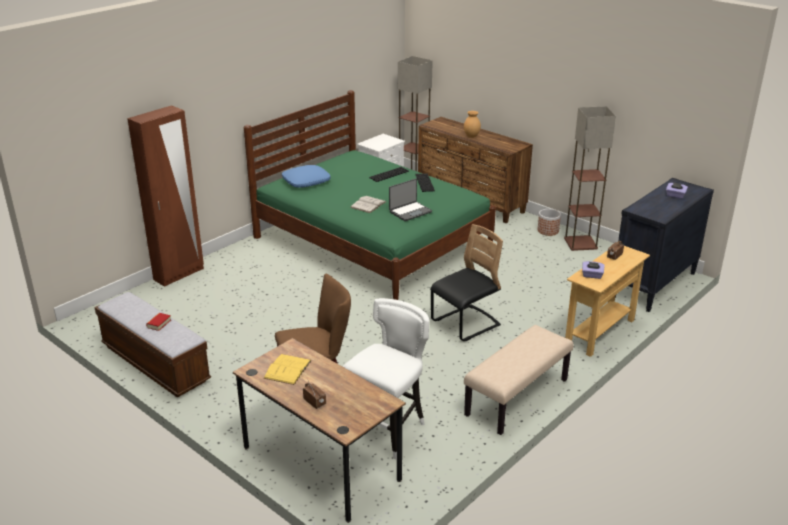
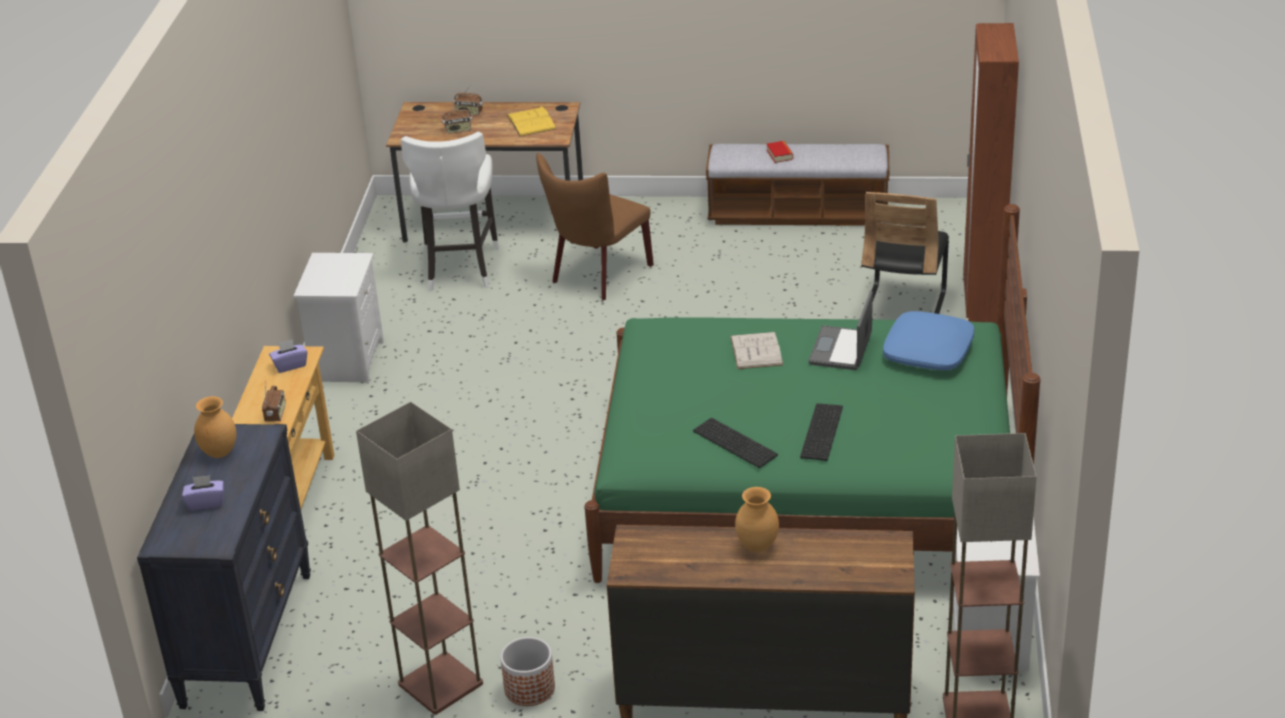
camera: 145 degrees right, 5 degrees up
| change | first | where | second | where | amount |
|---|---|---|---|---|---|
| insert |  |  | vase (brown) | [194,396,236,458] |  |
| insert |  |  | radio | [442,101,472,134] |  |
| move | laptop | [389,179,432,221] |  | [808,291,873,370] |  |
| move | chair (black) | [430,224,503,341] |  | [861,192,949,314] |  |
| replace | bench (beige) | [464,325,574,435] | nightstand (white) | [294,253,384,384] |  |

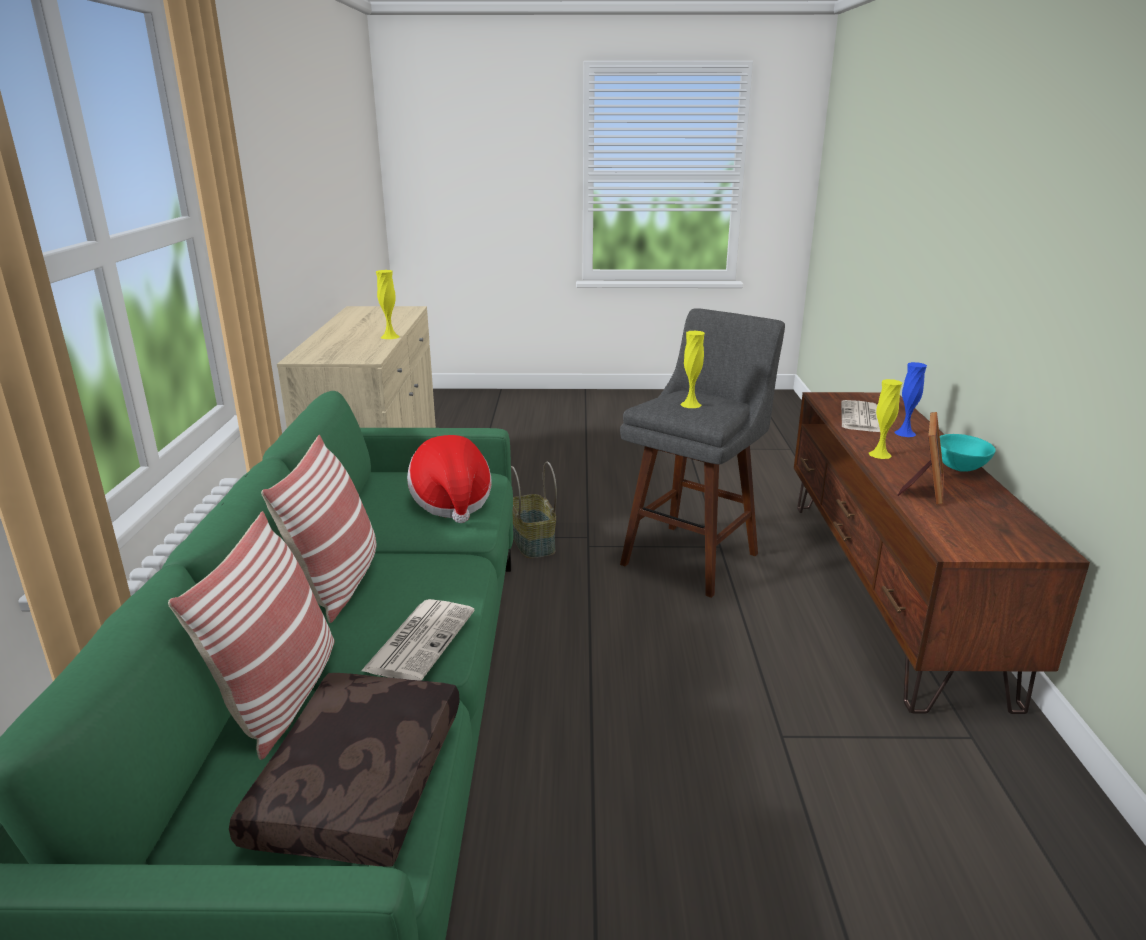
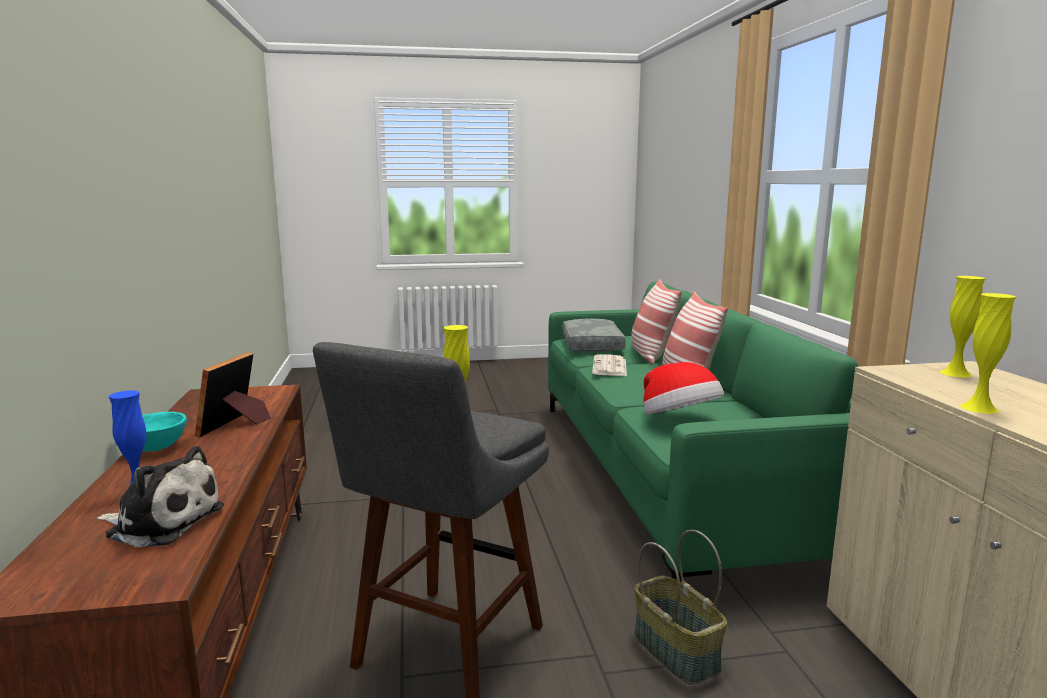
camera: 170 degrees right, 10 degrees down
| change | first | where | second | where | amount |
|---|---|---|---|---|---|
| move | vase (yellow) | [869,379,902,459] |  | [940,276,986,378] |  |
| replace | newspaper | [841,400,880,432] | plush toy | [97,446,224,547] |  |
| recolor | pillow (brown) | [229,673,460,867] | pillow (grey) | [562,319,626,352] |  |

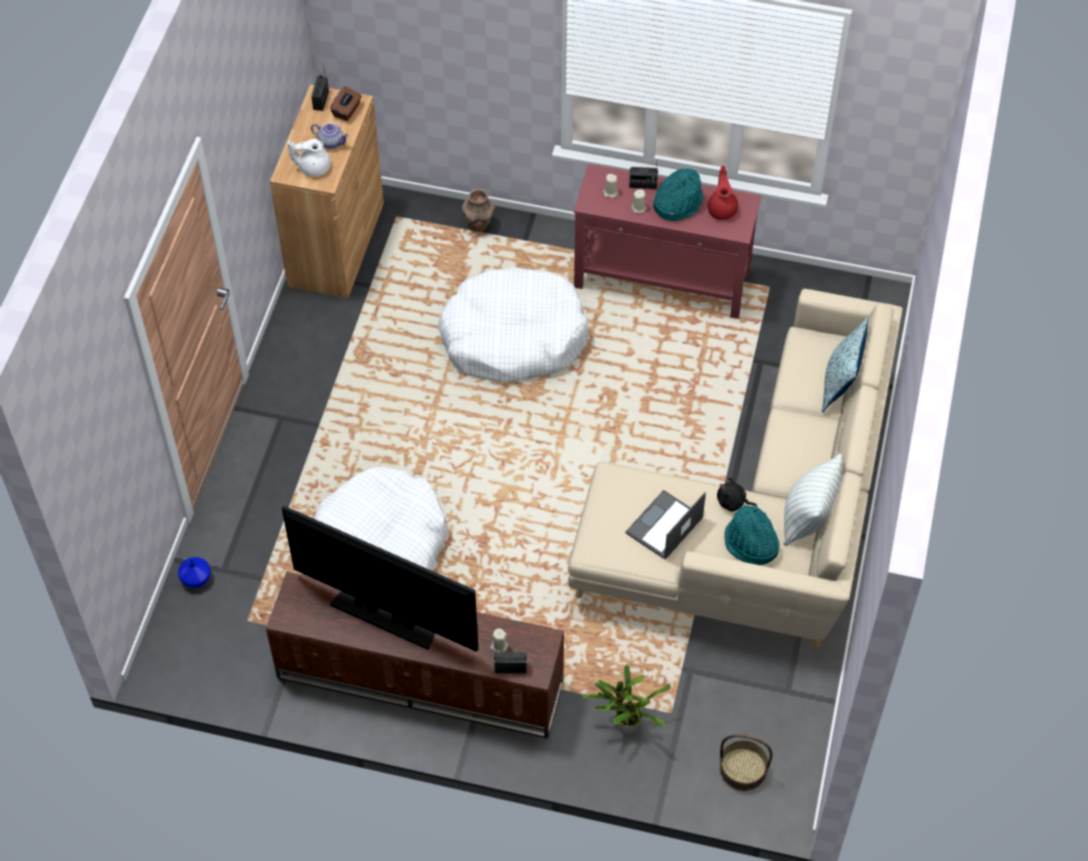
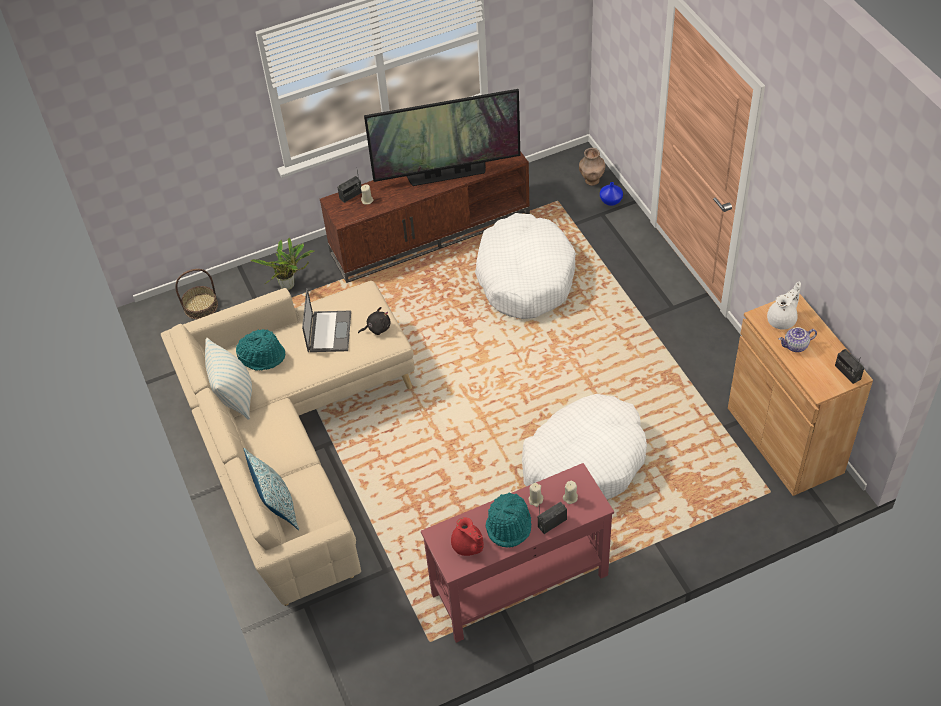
camera: 145 degrees right, 5 degrees down
| change | first | where | second | where | amount |
|---|---|---|---|---|---|
| delete | tissue box (brown) | [330,86,362,121] |  |  |  |
| move | vase (brown) | [462,189,495,232] |  | [579,148,605,186] |  |
| move | plush toy (black) | [717,478,757,511] |  | [358,307,391,335] |  |

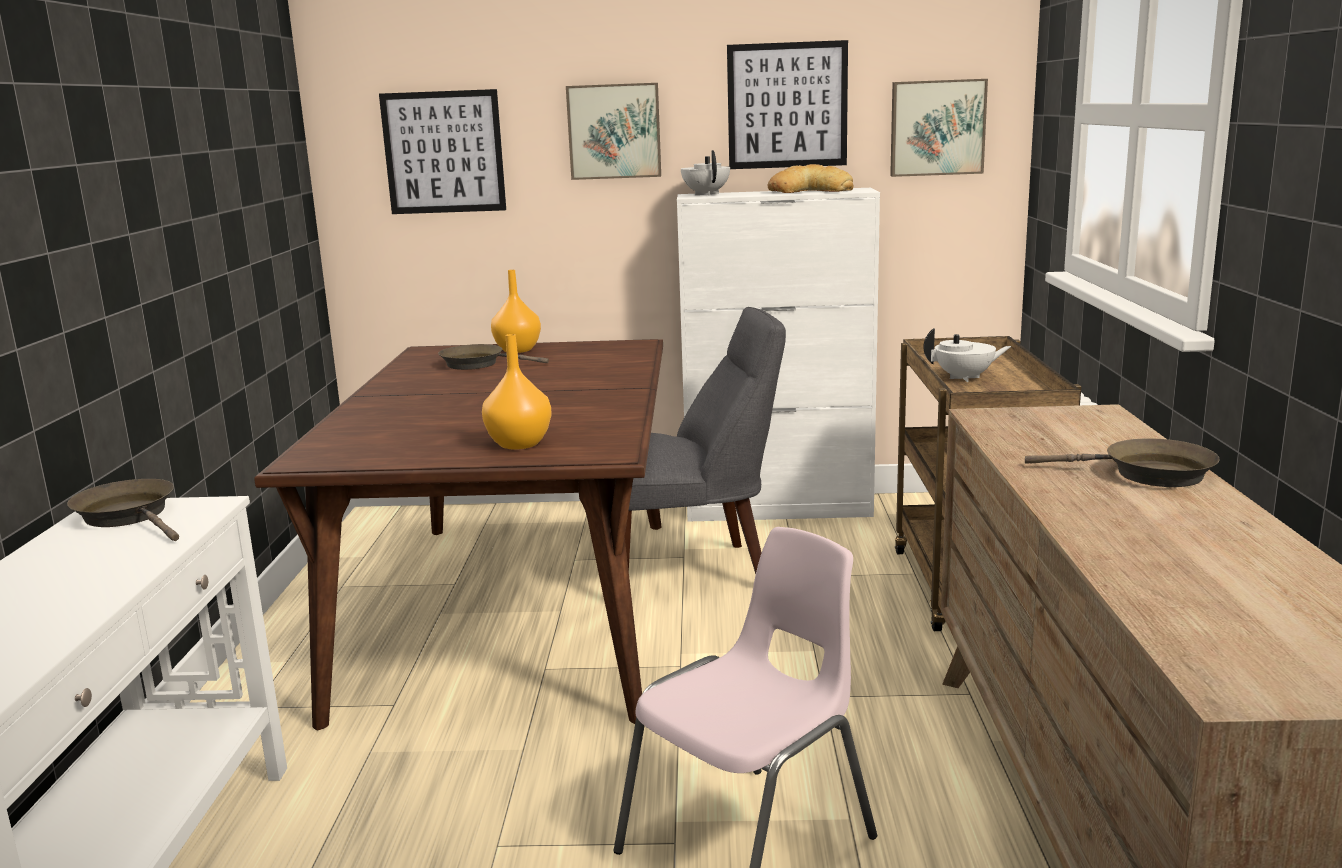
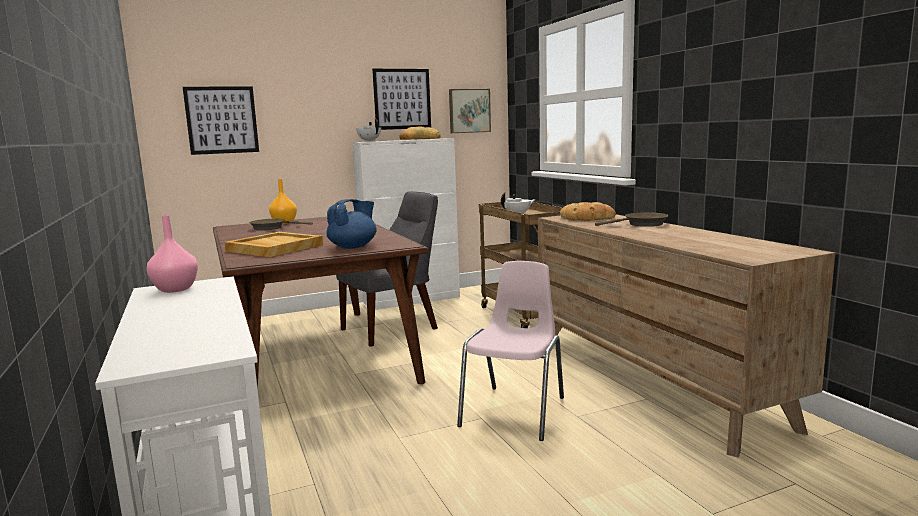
camera: 25 degrees left, 5 degrees down
| change | first | where | second | where | amount |
|---|---|---|---|---|---|
| delete | picture | [566,83,661,180] |  |  |  |
| insert |  |  | tray (beige) | [225,232,323,257] |  |
| insert |  |  | bread | [560,202,616,221] |  |
| replace | frying pan (brown) | [67,479,179,541] | vase (pink) | [147,215,198,293] |  |
| replace | vase (orange) | [482,334,552,450] | teapot (blue) | [326,199,377,249] |  |

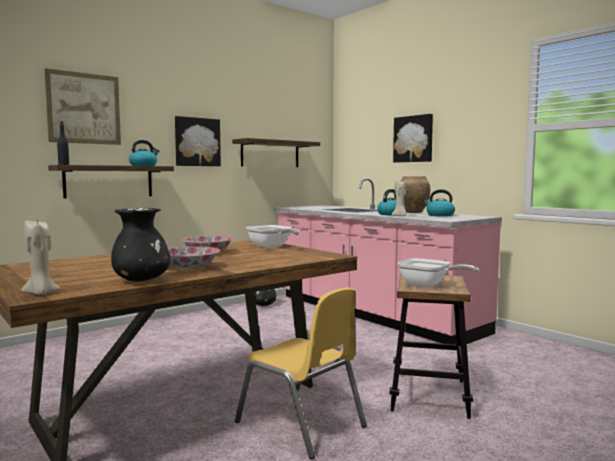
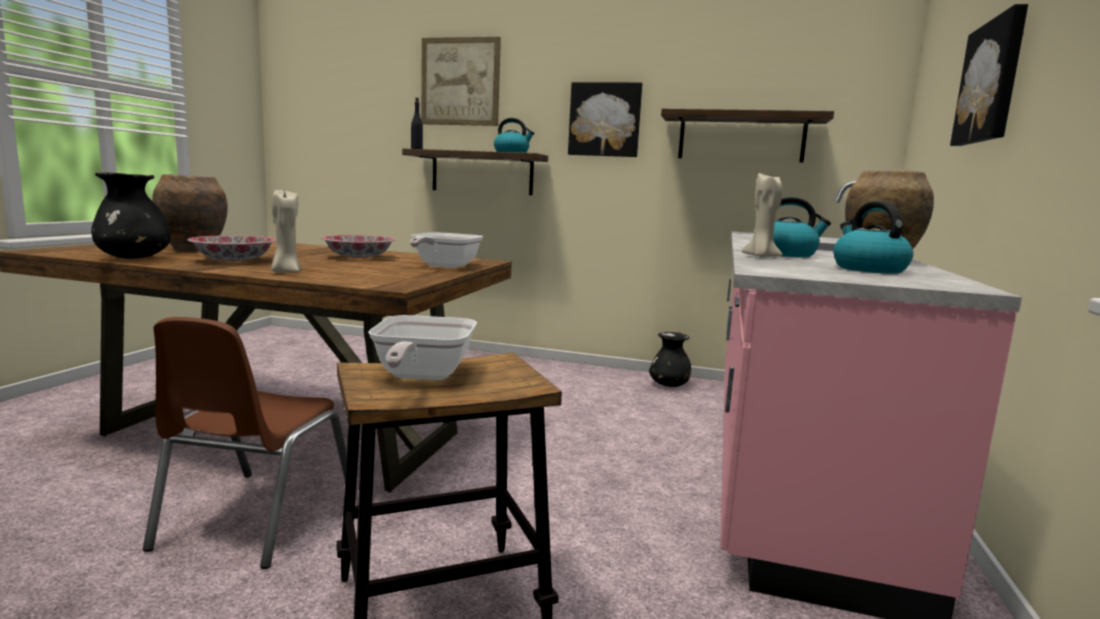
camera: 55 degrees right, 5 degrees up
| change | first | where | second | where | amount |
|---|---|---|---|---|---|
| insert |  |  | vase (brown) | [152,174,228,251] |  |
| move | candle (beige) | [21,221,61,295] |  | [271,188,302,273] |  |
| recolor | chair (yellow) | [235,287,367,459] | chair (brown) | [143,317,347,569] |  |

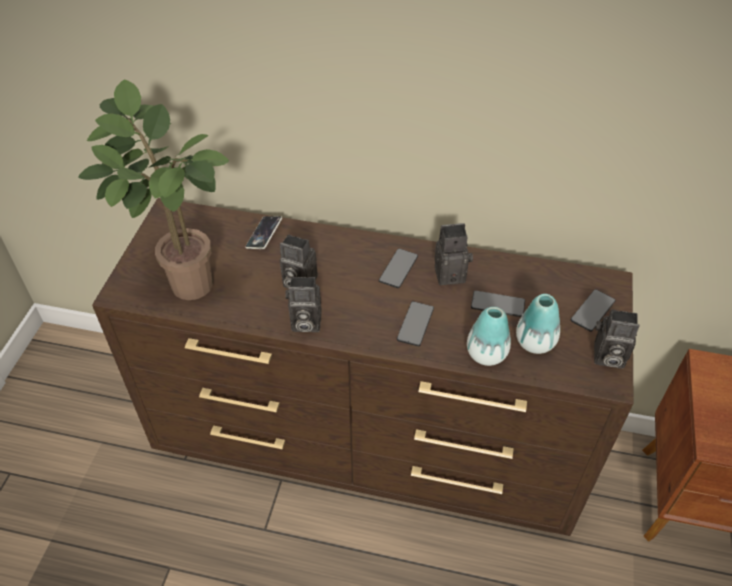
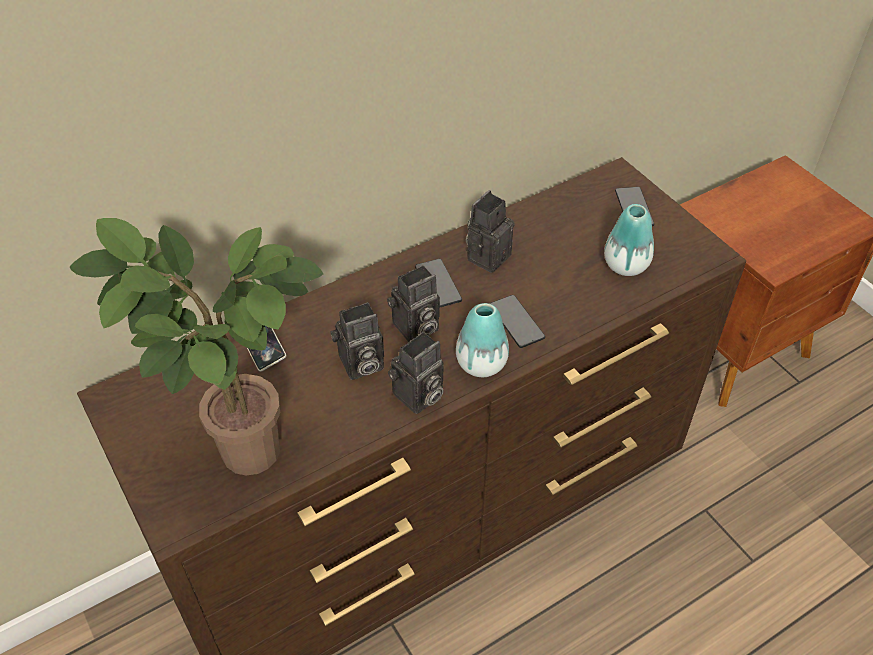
camera: 45 degrees left, 0 degrees up
| change | first | where | second | where | amount |
|---|---|---|---|---|---|
| delete | phone | [471,291,525,317] |  |  |  |
| move | vase | [467,307,511,366] |  | [456,303,509,377] |  |
| move | photo camera | [594,309,640,369] |  | [387,265,440,342] |  |

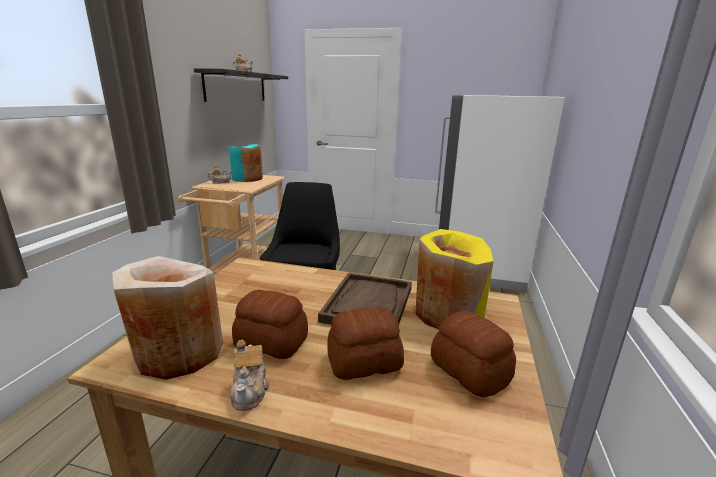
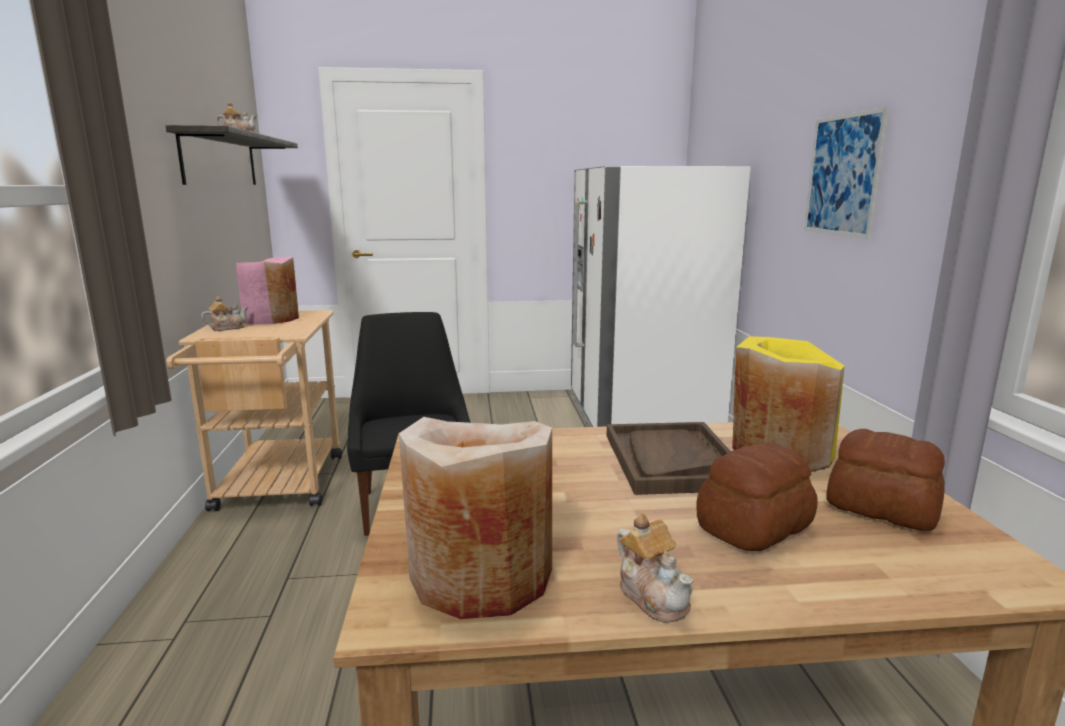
camera: 20 degrees left, 5 degrees down
| change | first | where | second | where | amount |
|---|---|---|---|---|---|
| delete | bread | [232,290,308,359] |  |  |  |
| insert |  |  | picture | [804,107,889,239] |  |
| recolor | vase (turquoise) | [229,144,263,182] | vase (pink) | [236,256,299,324] |  |

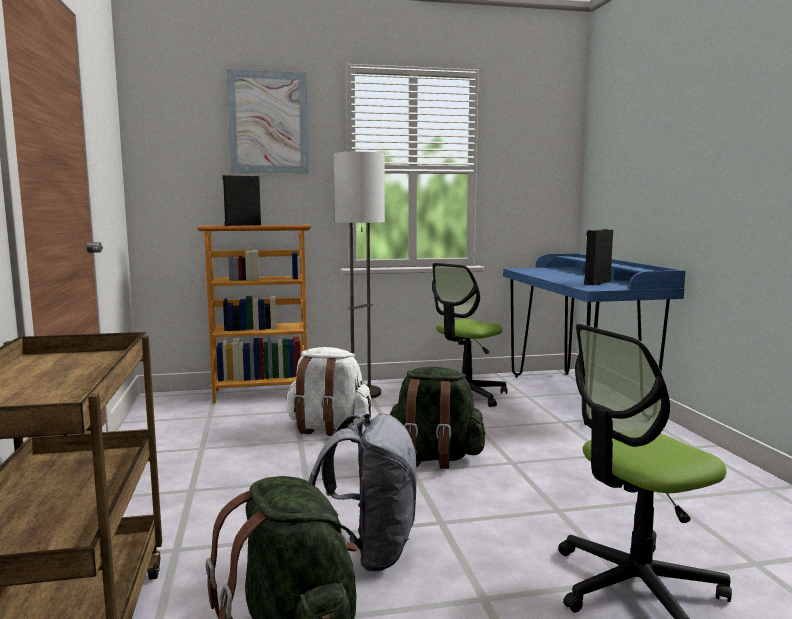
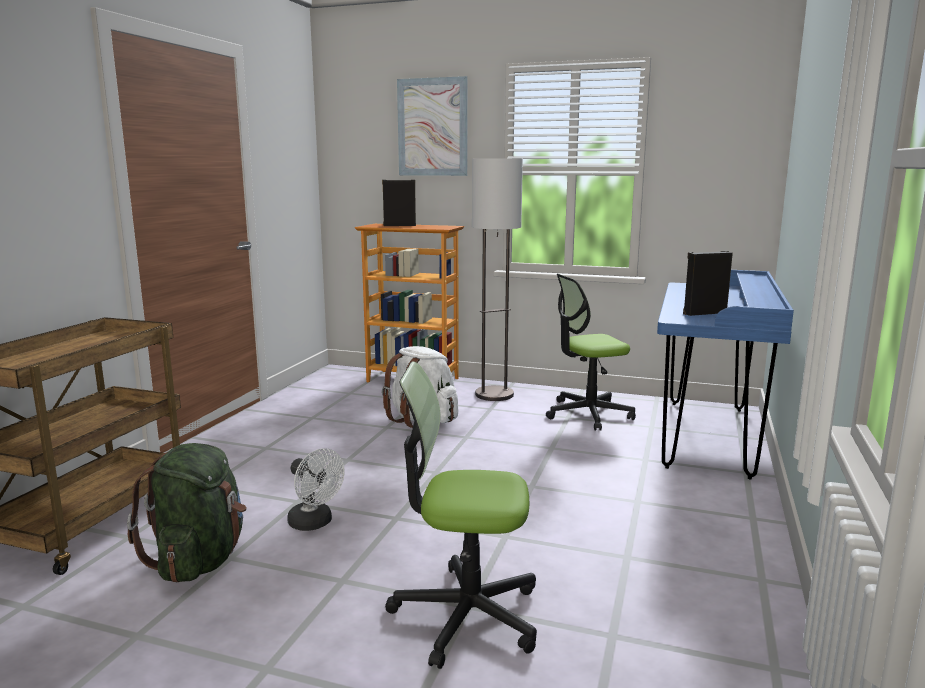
camera: 30 degrees right, 5 degrees up
| change | first | where | second | where | amount |
|---|---|---|---|---|---|
| delete | backpack (green) | [389,367,486,469] |  |  |  |
| replace | backpack (grey) | [308,413,418,572] | fan (white) | [287,448,345,531] |  |

